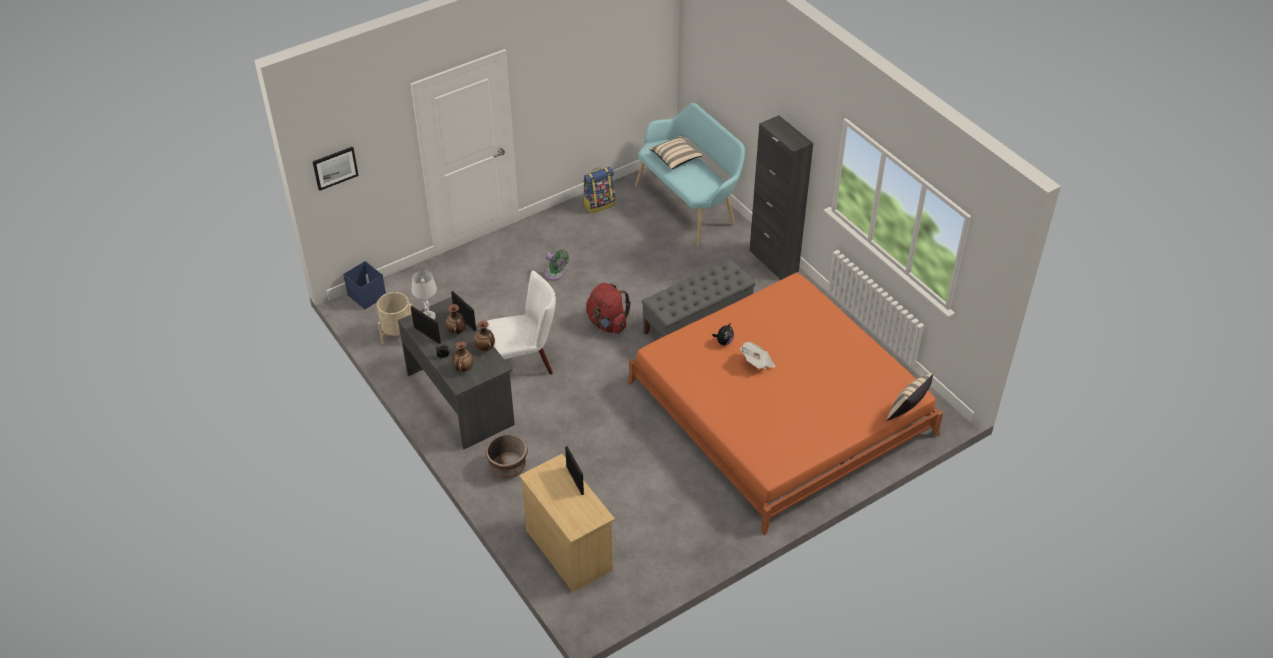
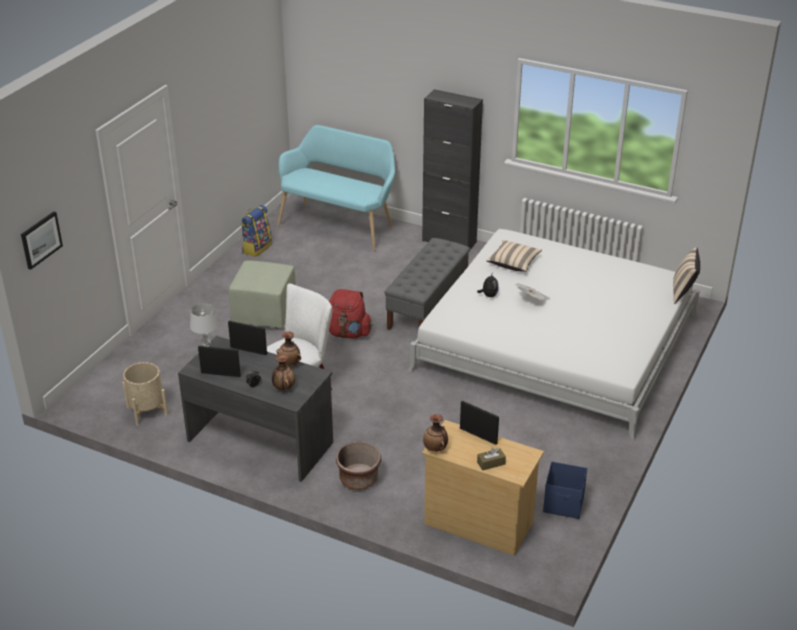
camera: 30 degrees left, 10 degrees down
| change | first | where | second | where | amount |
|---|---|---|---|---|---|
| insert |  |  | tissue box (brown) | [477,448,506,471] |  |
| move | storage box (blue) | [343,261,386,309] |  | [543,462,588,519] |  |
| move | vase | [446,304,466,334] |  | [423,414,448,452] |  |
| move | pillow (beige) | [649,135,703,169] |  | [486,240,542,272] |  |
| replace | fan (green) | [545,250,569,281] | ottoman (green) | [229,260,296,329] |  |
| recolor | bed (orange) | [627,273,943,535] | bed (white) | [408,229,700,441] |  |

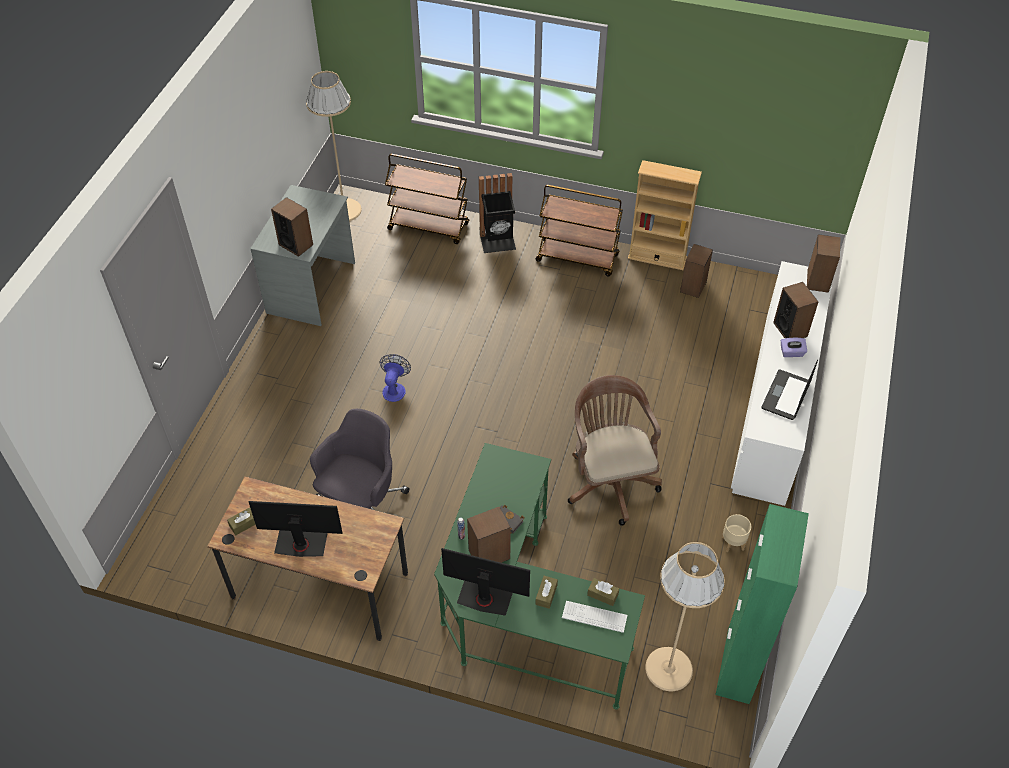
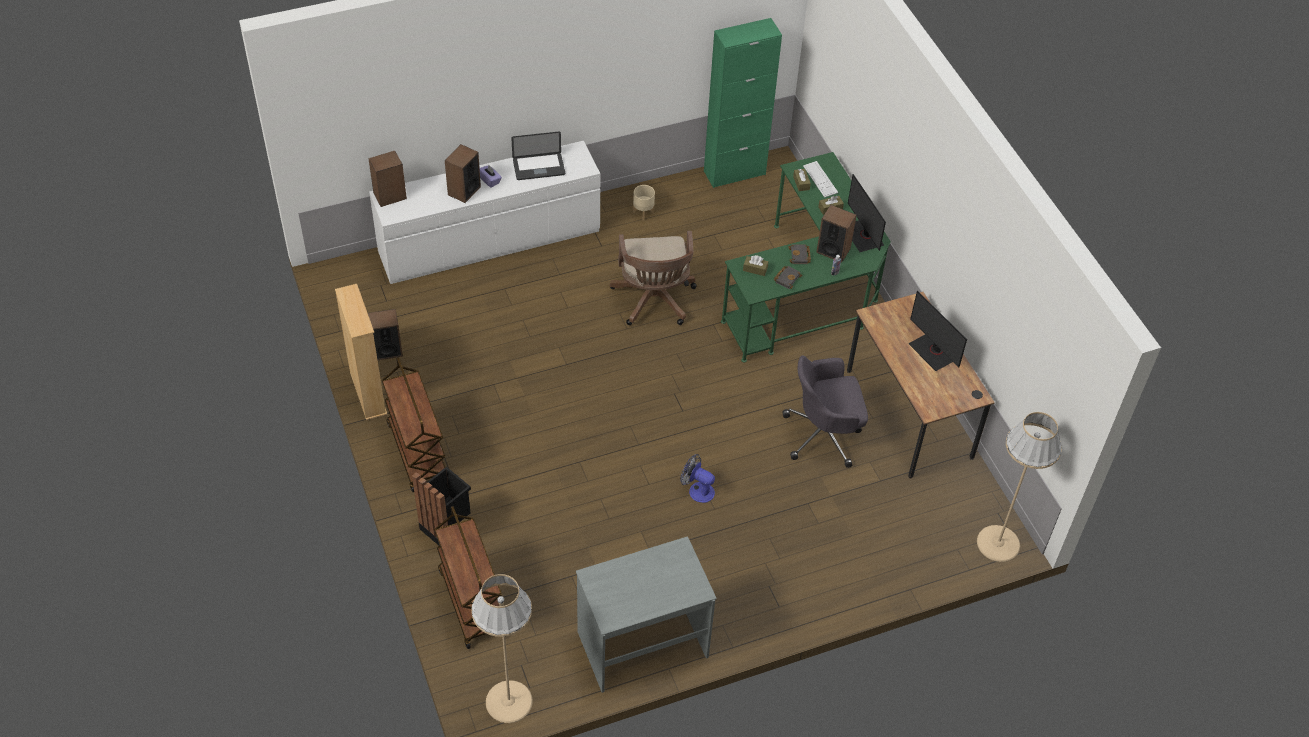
camera: 130 degrees left, 0 degrees up
| change | first | where | second | where | amount |
|---|---|---|---|---|---|
| delete | speaker | [271,197,313,257] |  |  |  |
| insert |  |  | book (black) | [774,266,802,289] |  |
| move | tissue box (brown) | [227,507,256,535] |  | [743,255,768,276] |  |
| move | floor lamp (beige) | [645,542,725,691] |  | [977,412,1062,562] |  |
| rotate | fan | [380,354,411,402] |  | [680,454,715,503] | 60 degrees clockwise |
| rotate | office chair (brown) | [568,375,662,526] |  | [610,231,697,325] | 45 degrees counterclockwise |

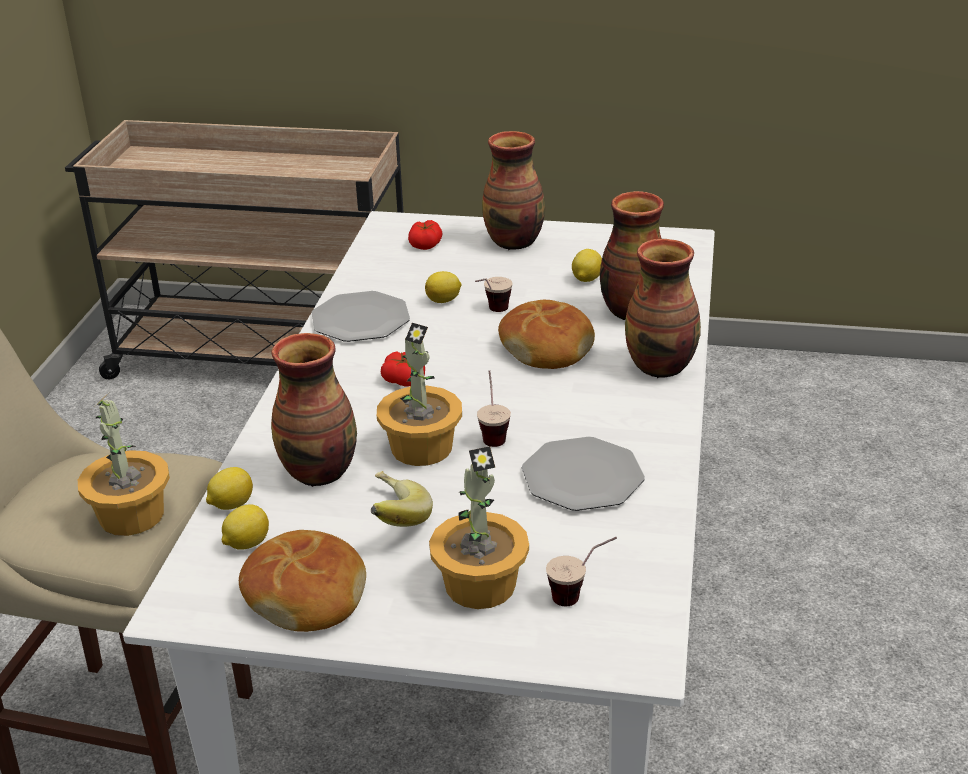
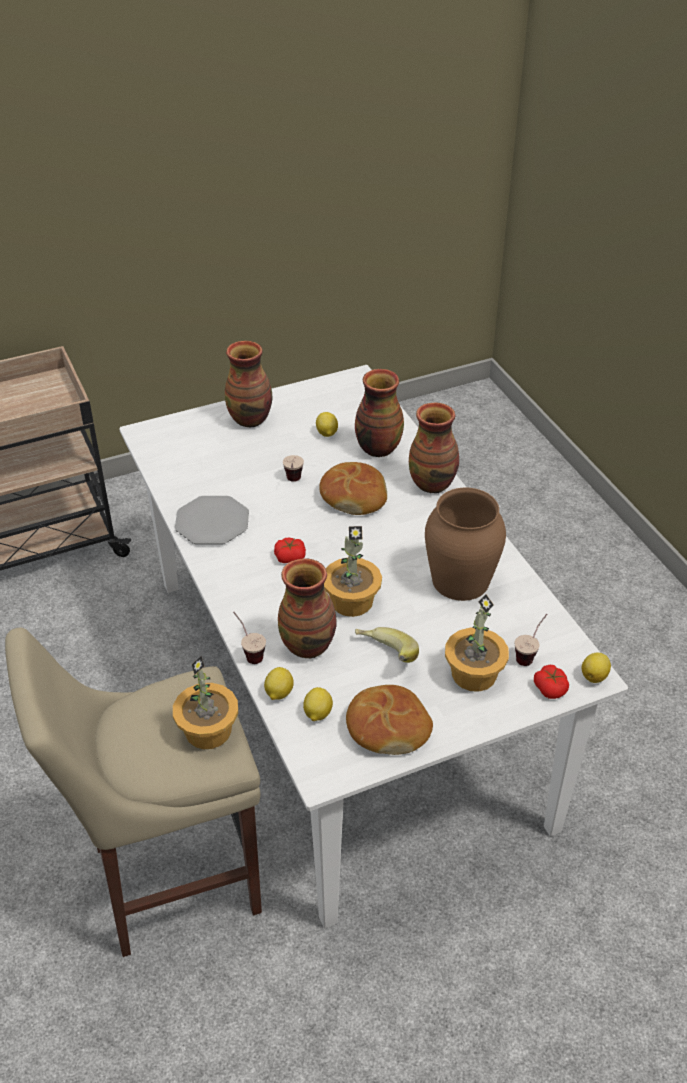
camera: 35 degrees left, 10 degrees up
| change | first | where | second | where | amount |
|---|---|---|---|---|---|
| move | tomato | [408,220,442,250] |  | [534,665,569,699] |  |
| move | lemon | [425,271,462,303] |  | [582,652,611,683] |  |
| move | cup | [477,370,511,447] |  | [233,612,266,664] |  |
| replace | plate | [522,437,645,511] | vase (brown) | [425,488,506,601] |  |

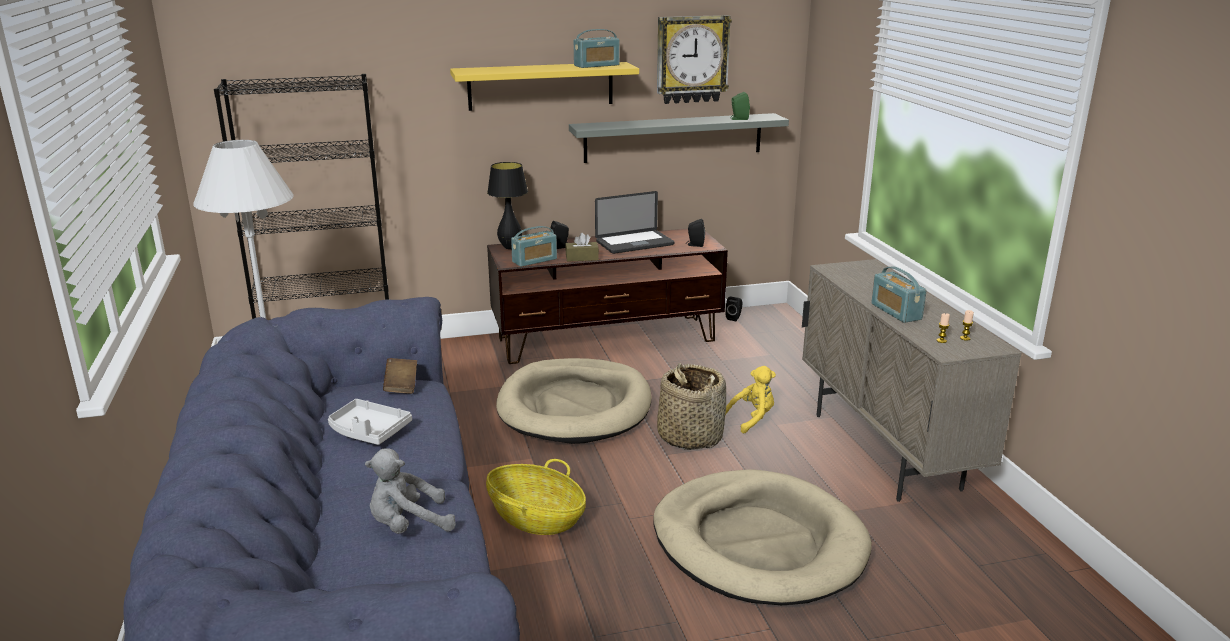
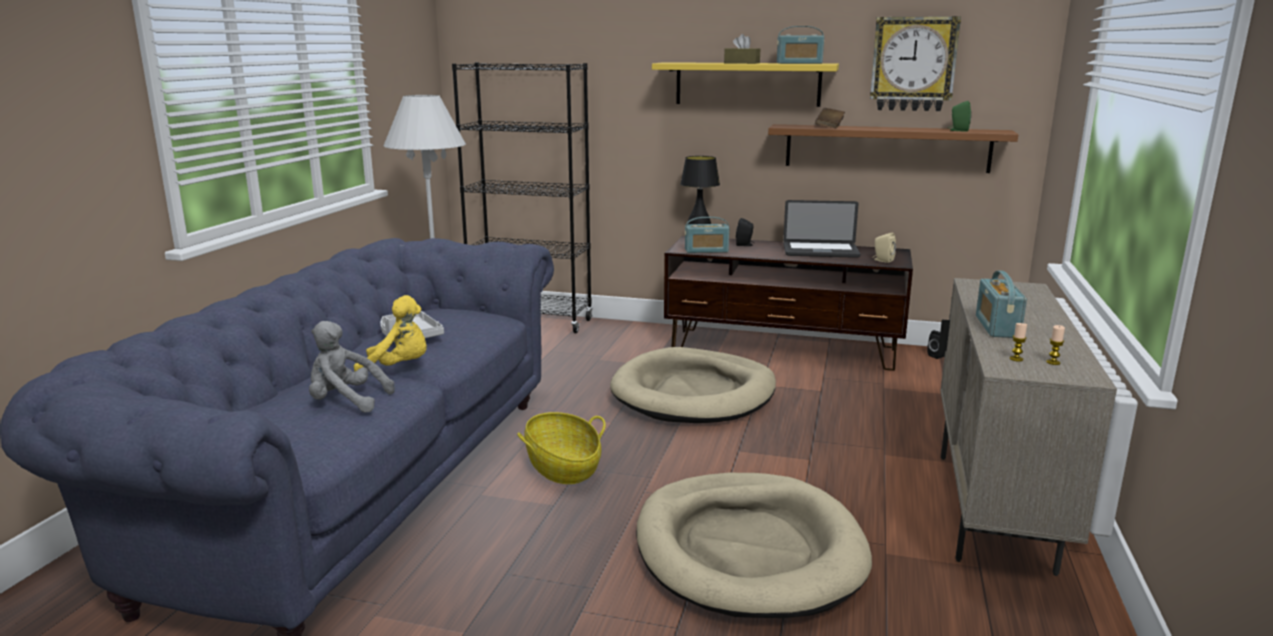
camera: 30 degrees right, 5 degrees down
| change | first | where | second | where | amount |
|---|---|---|---|---|---|
| delete | basket | [657,363,726,450] |  |  |  |
| move | book (brown) | [383,358,417,394] |  | [815,108,845,128] |  |
| move | tissue box (brown) | [565,233,599,262] |  | [724,34,760,64] |  |
| move | plush toy (yellow) | [726,366,776,433] |  | [354,295,427,372] |  |
| recolor | shelf (grey) | [569,113,789,163] | shelf (brown) | [768,124,1018,173] |  |
| recolor | speaker (black) | [686,219,705,247] | speaker (beige) | [873,232,896,263] |  |

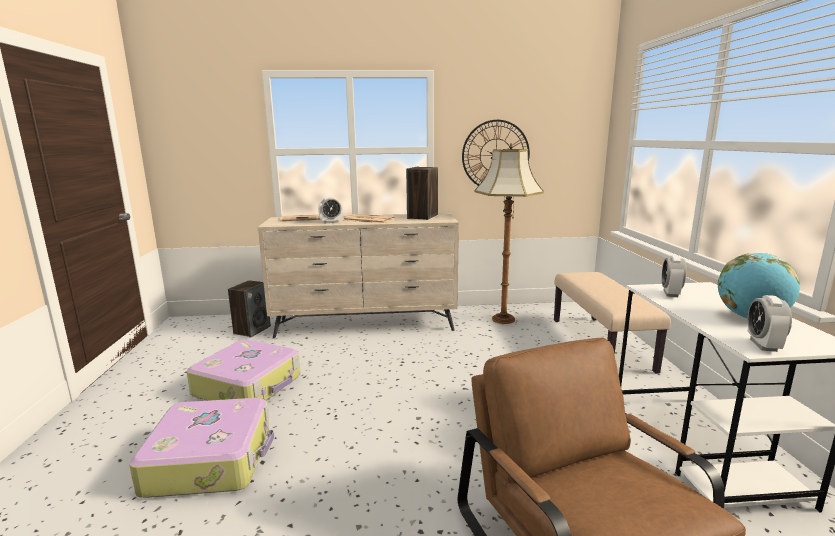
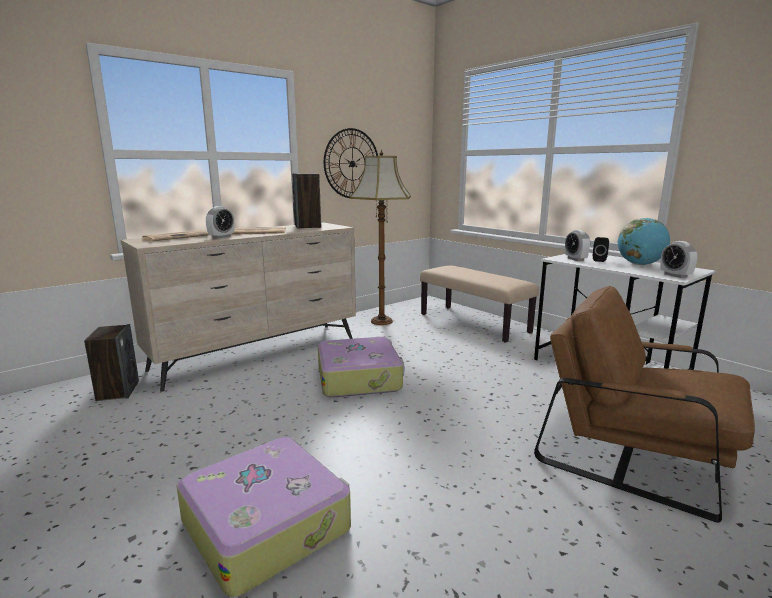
camera: 35 degrees left, 0 degrees up
| change | first | where | second | where | amount |
|---|---|---|---|---|---|
| insert |  |  | speaker (black) | [593,237,609,262] |  |
| move | suitcase | [186,339,300,401] |  | [318,337,405,398] |  |

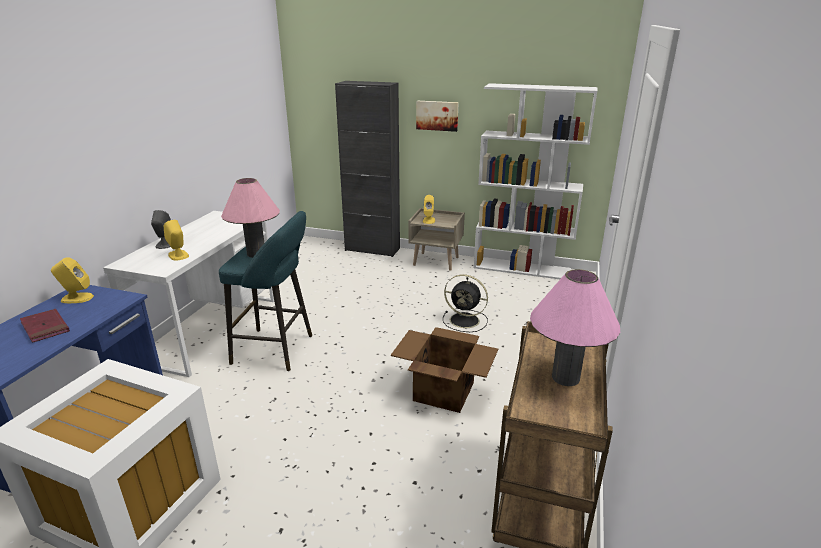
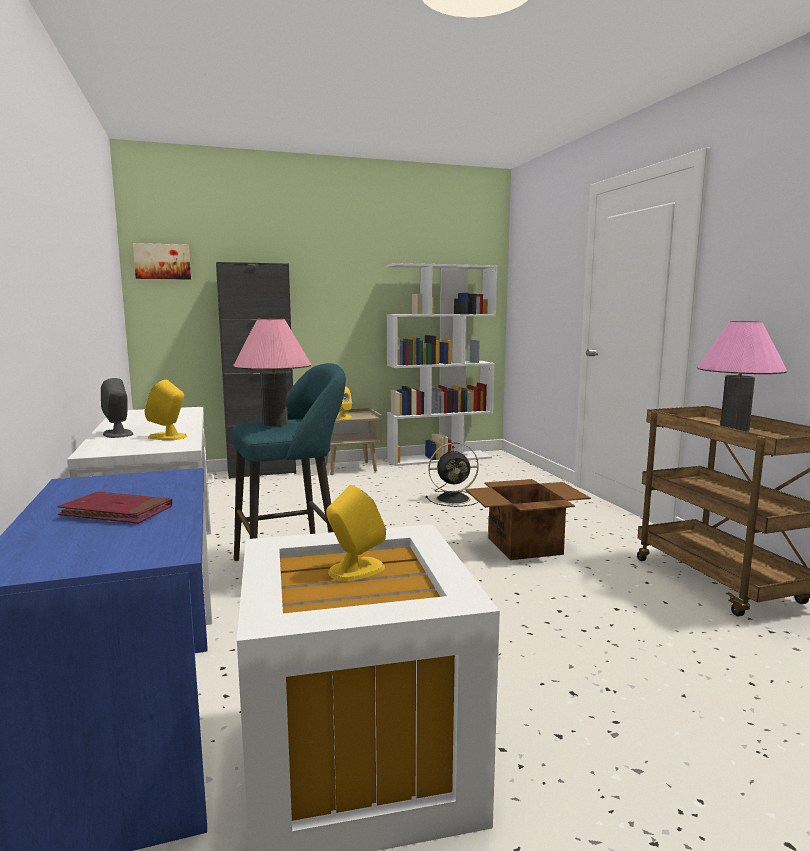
camera: 35 degrees left, 15 degrees down
| change | first | where | second | where | amount |
|---|---|---|---|---|---|
| move | speaker (yellow) | [51,257,94,303] |  | [326,485,386,581] |  |
| move | picture | [416,101,459,132] |  | [133,243,191,280] |  |

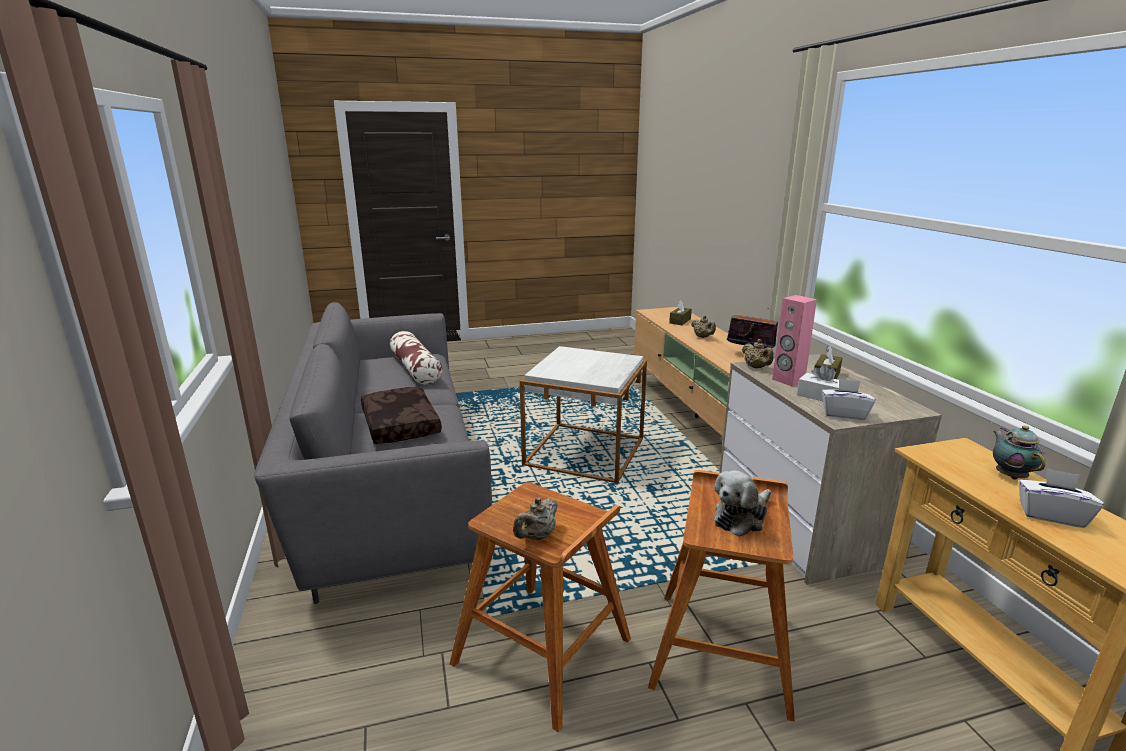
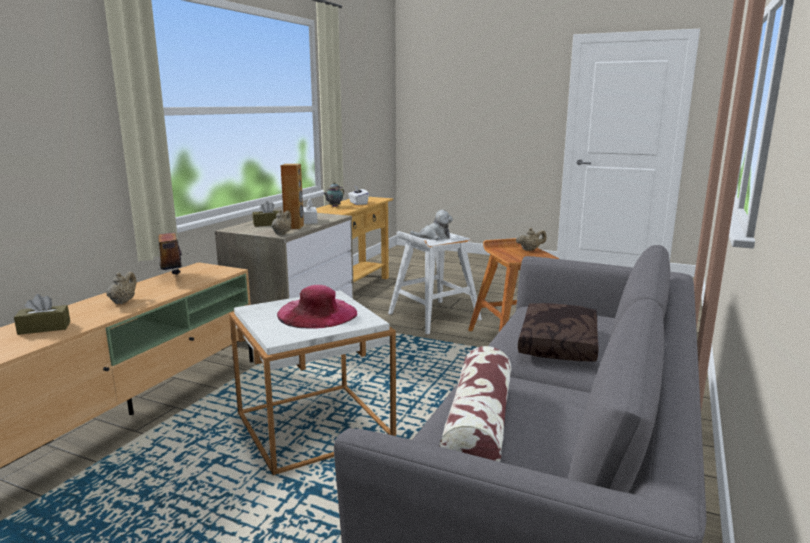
camera: 140 degrees left, 5 degrees down
| change | first | where | second | where | amount |
|---|---|---|---|---|---|
| delete | tissue box (white) | [822,378,875,420] |  |  |  |
| insert |  |  | hat (pink) | [277,285,357,329] |  |
| recolor | stool (brown) | [648,470,795,722] | stool (white) | [388,231,482,334] |  |
| recolor | speaker (pink) | [772,295,817,387] | speaker (brown) | [281,164,304,229] |  |

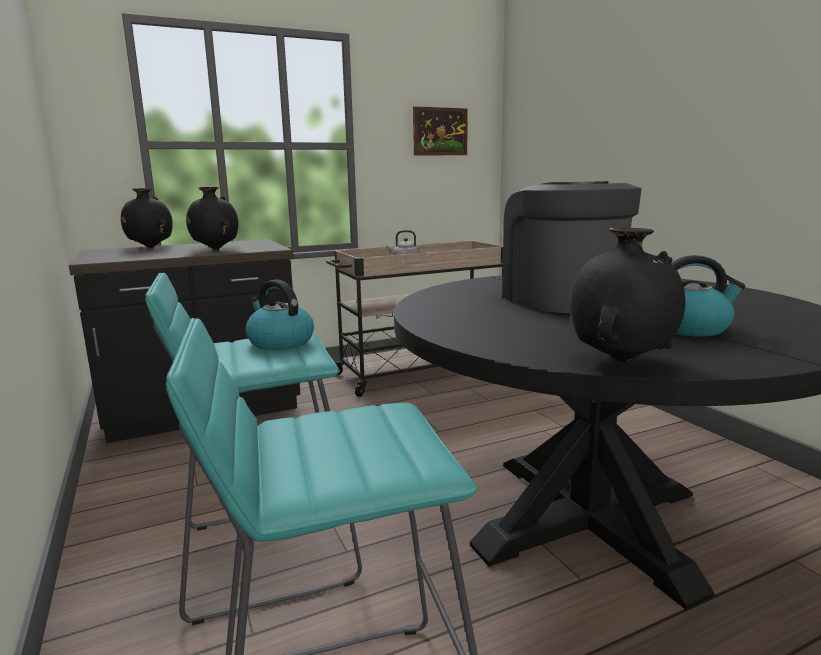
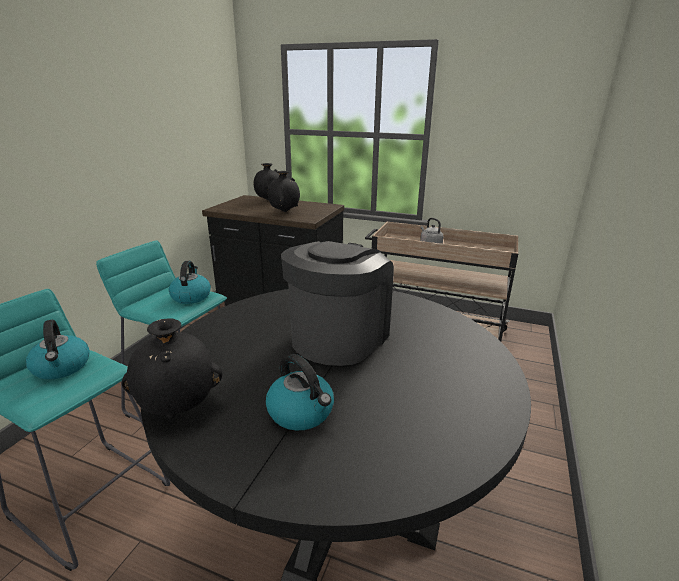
camera: 45 degrees right, 10 degrees up
| change | first | where | second | where | amount |
|---|---|---|---|---|---|
| delete | picture | [413,106,468,155] |  |  |  |
| insert |  |  | kettle | [26,320,90,379] |  |

